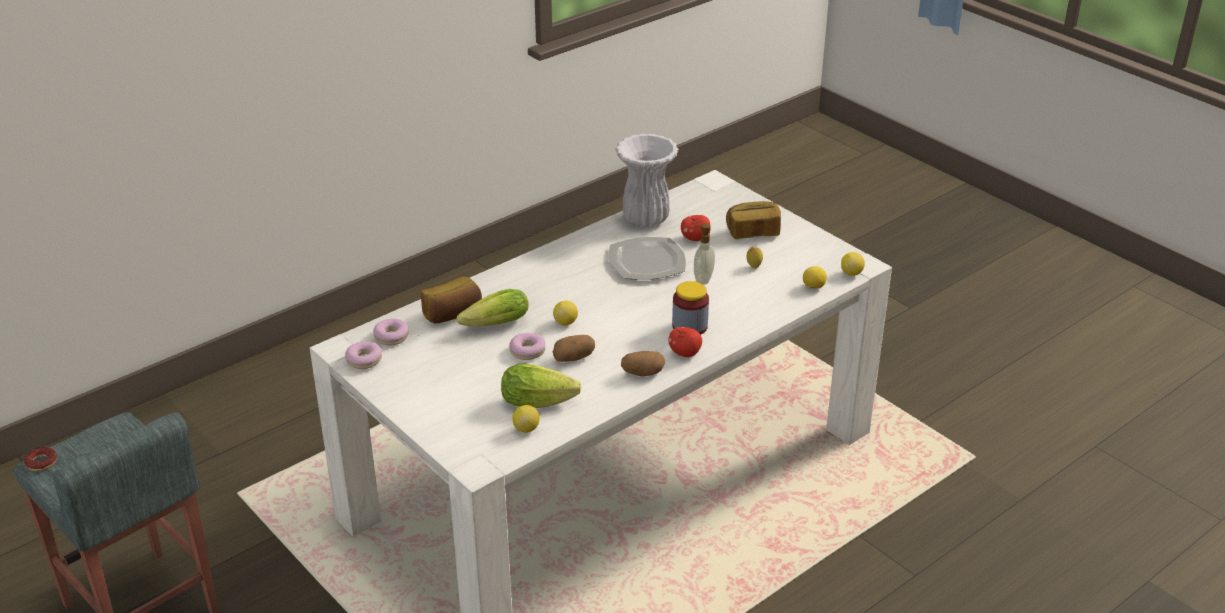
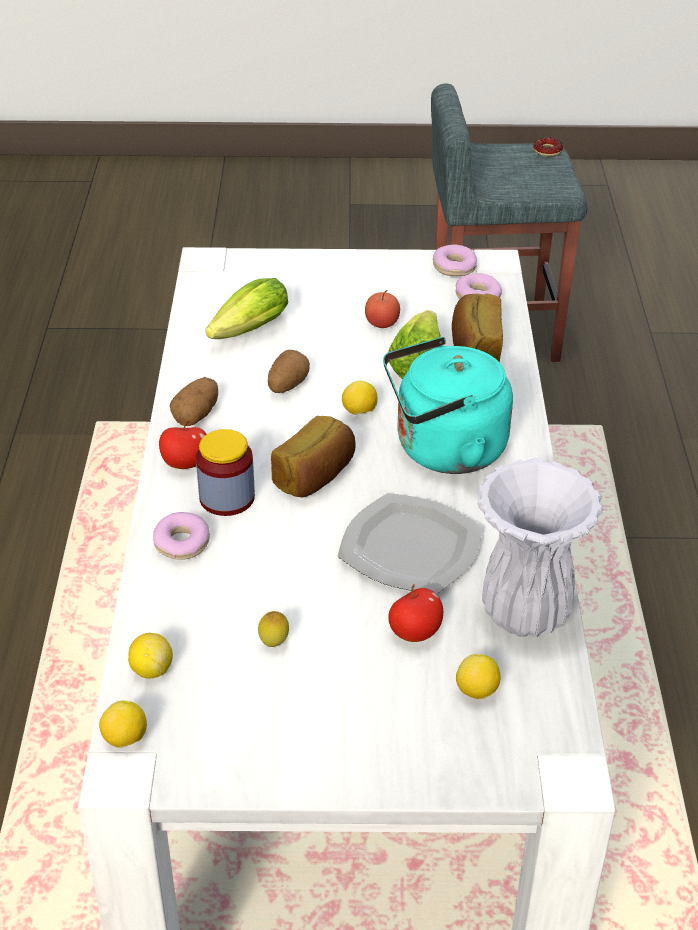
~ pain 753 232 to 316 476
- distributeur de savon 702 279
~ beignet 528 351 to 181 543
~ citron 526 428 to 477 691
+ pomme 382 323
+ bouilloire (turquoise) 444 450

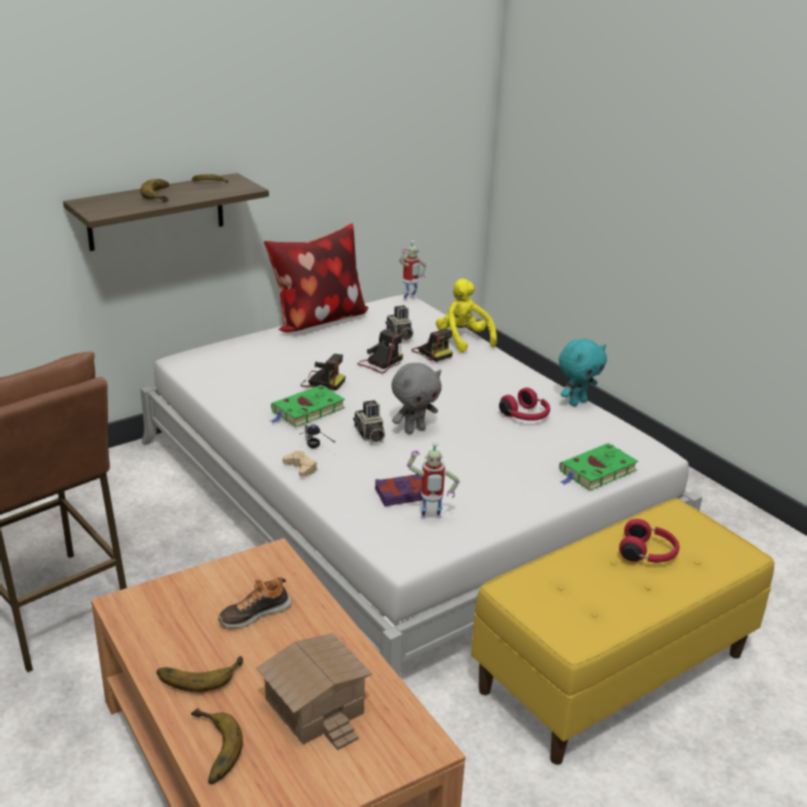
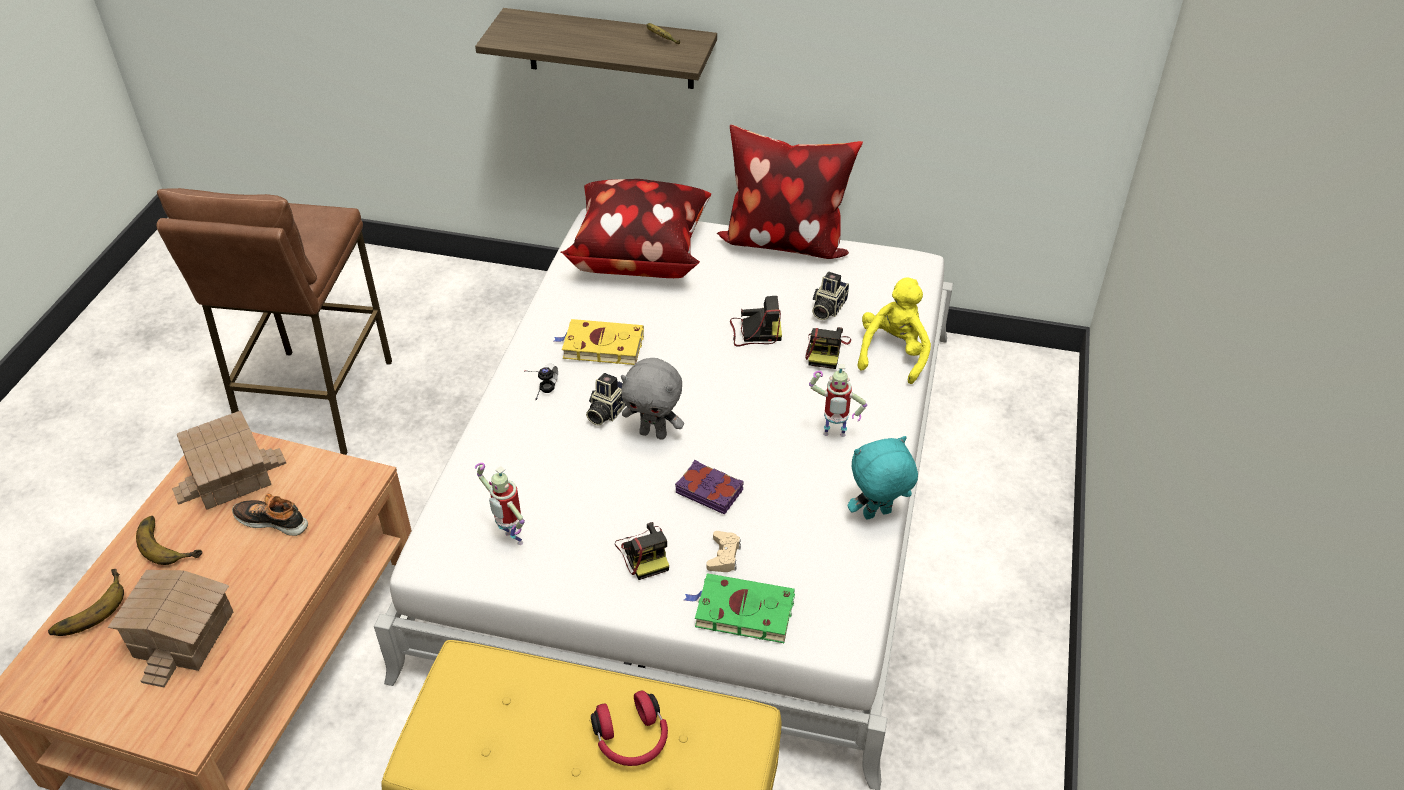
- banane 163 195
~ robot jouet 409 299 to 833 437
~ peluche (turquoise) 577 402 = 877 515 150 degrees clockwise
~ appareil photo 322 382 to 644 553
~ livre (vert) 306 410 to livre (jaune) 600 346
- casque audio (rouge) 526 416
~ manette (beige) 301 467 to 724 556
~ livre (violet) 401 494 to 709 491
+ coussin 639 255
+ maison miniature 229 475

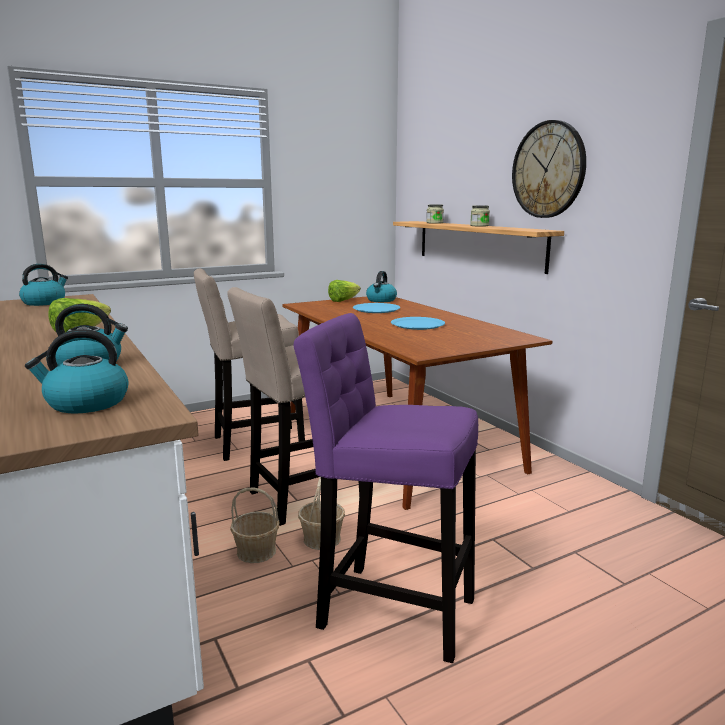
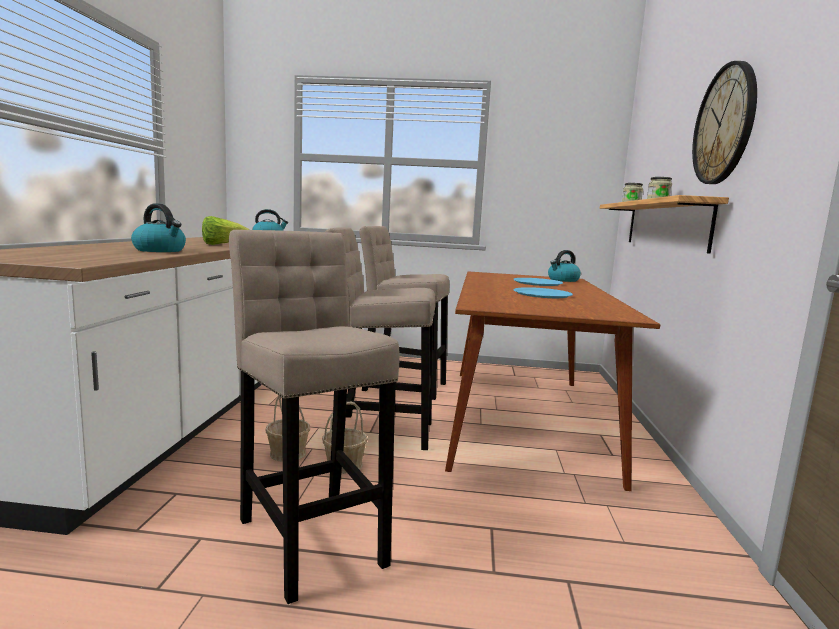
- laitue 343 301
~ tabouret (violet) 388 609 to tabouret (beige) 310 535
- bouilloire 86 403

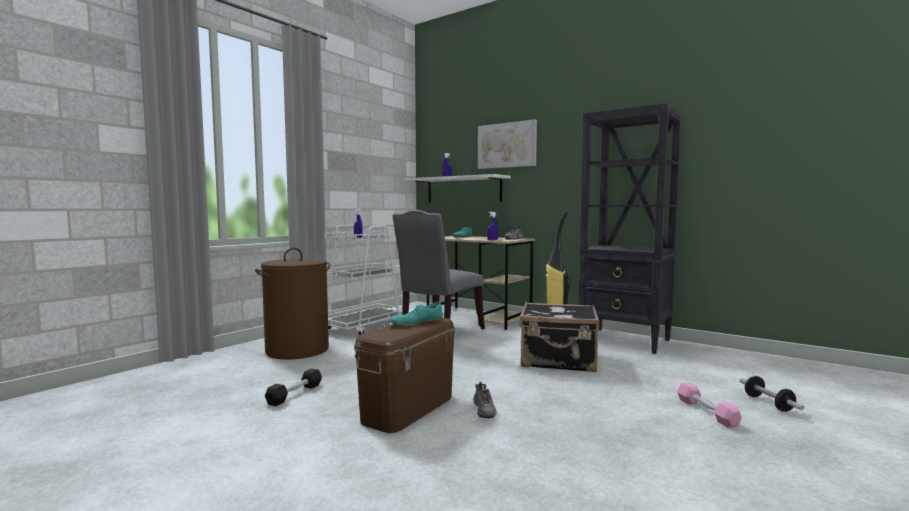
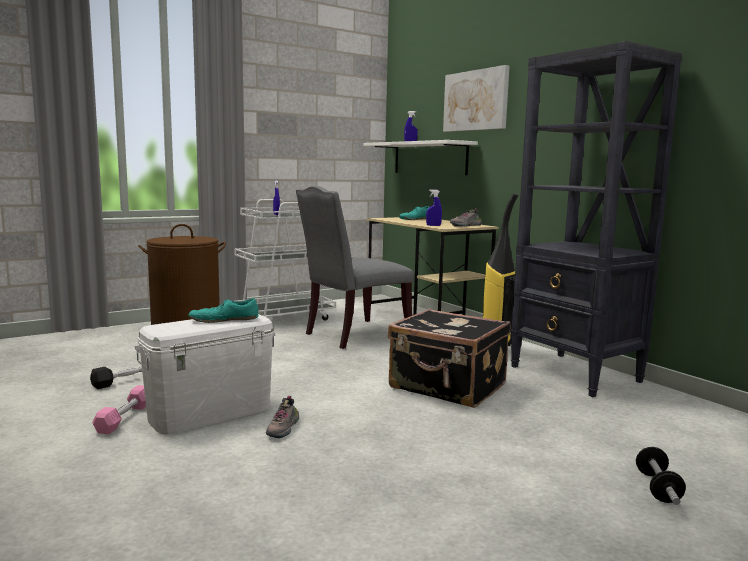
~ boîte de rangement (marron) 408 408 to boîte de rangement (blanc) 210 412
~ haltère (rose) 706 412 to 124 418

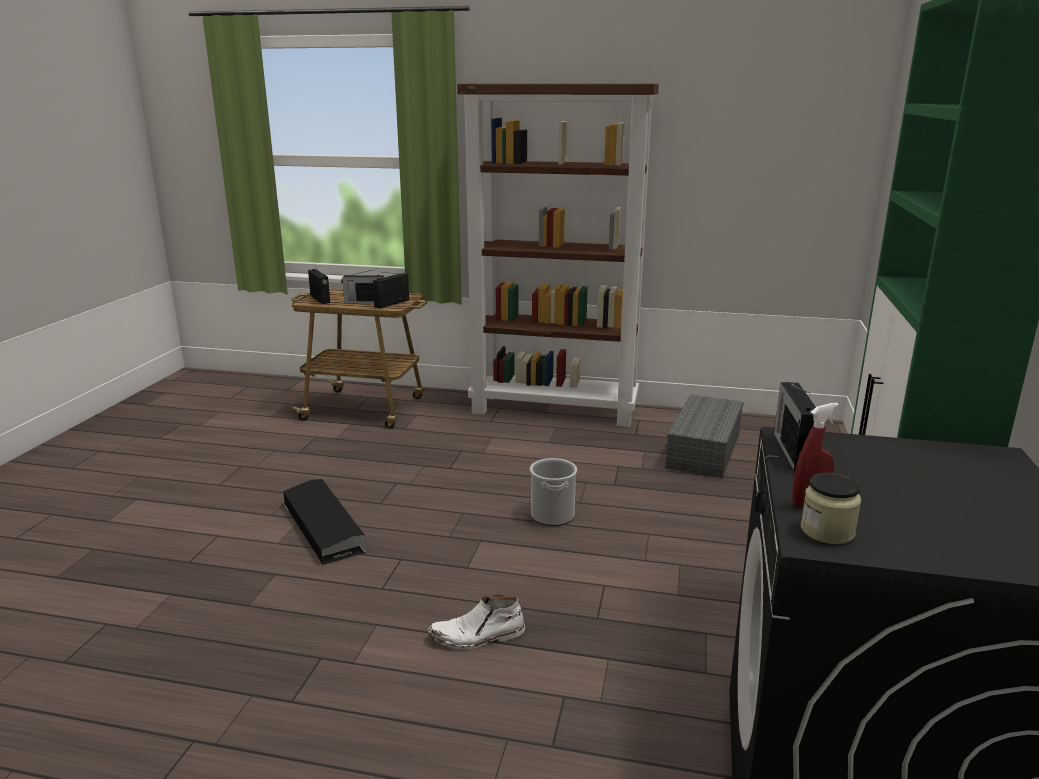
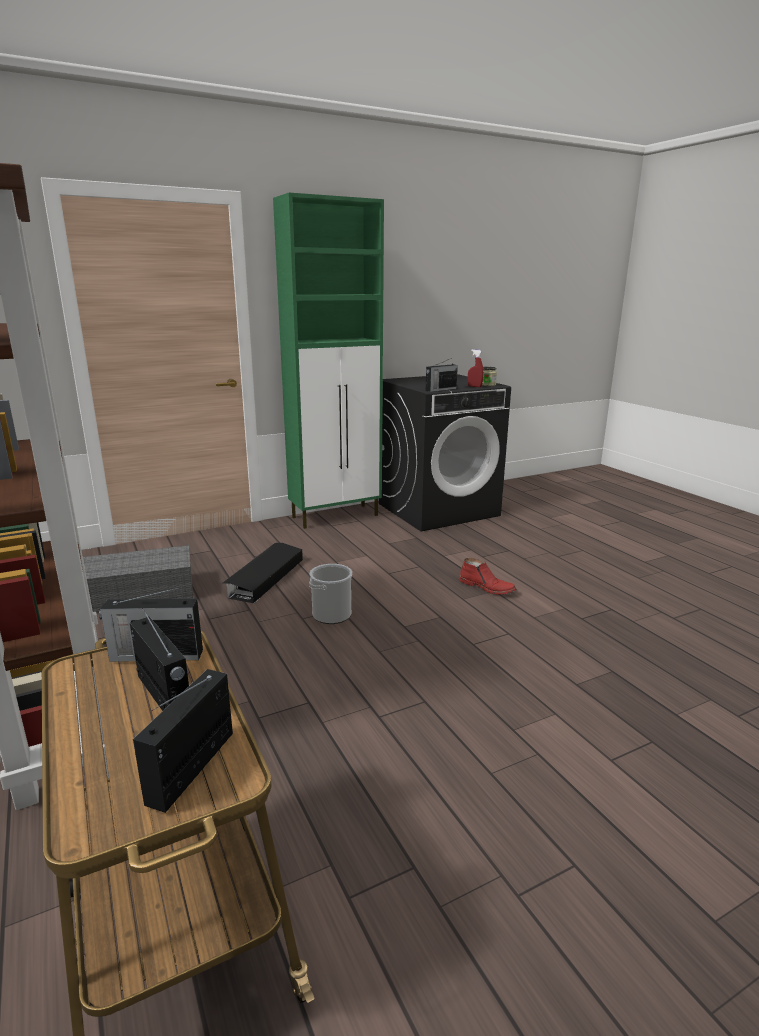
~ boîte de rangement (noir) 323 527 to 265 578
~ botte (blanc) 477 636 to botte (rouge) 487 587

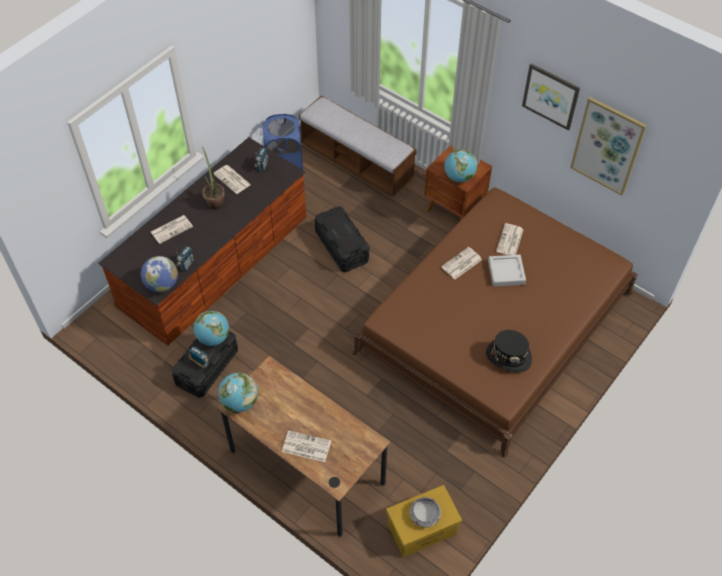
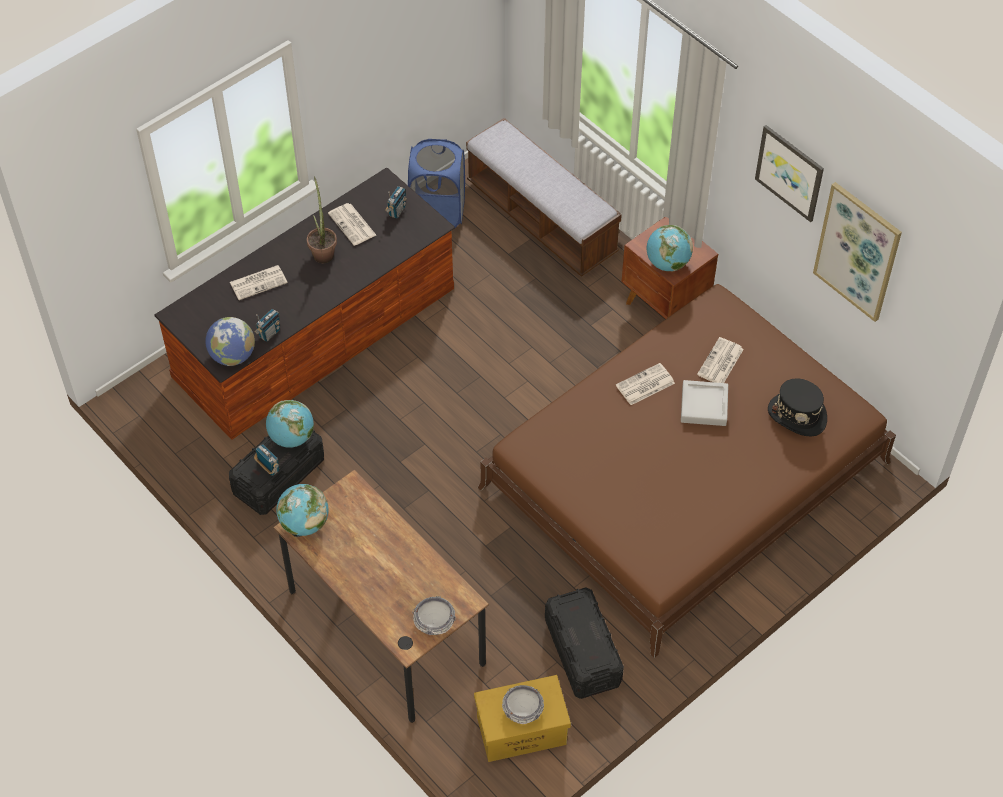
~ boîte de rangement (noir) 342 246 to 582 652
~ chapeau (noir) 508 356 to 797 415
- journal 305 446
+ bol 434 621

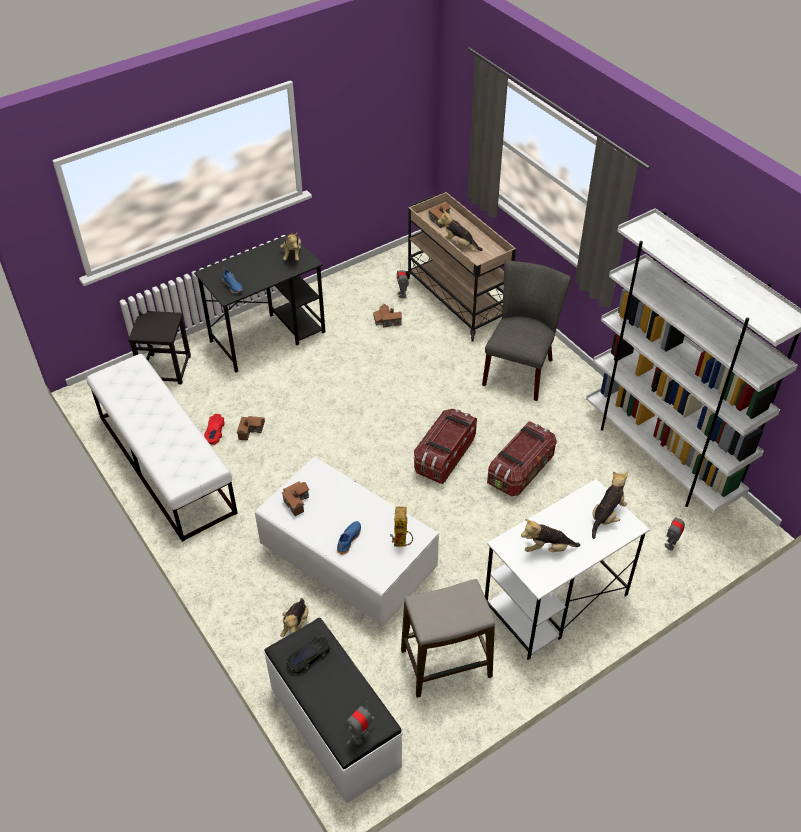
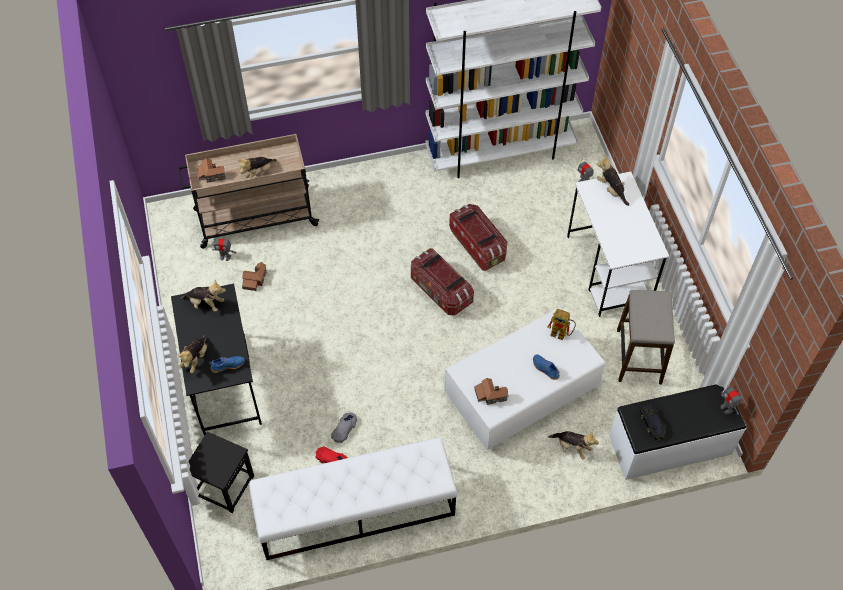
- chaise (gris) 520 369
~ maison miniature 251 430 to petite voiture (gris) 344 428
~ peluche 547 548 to 195 359

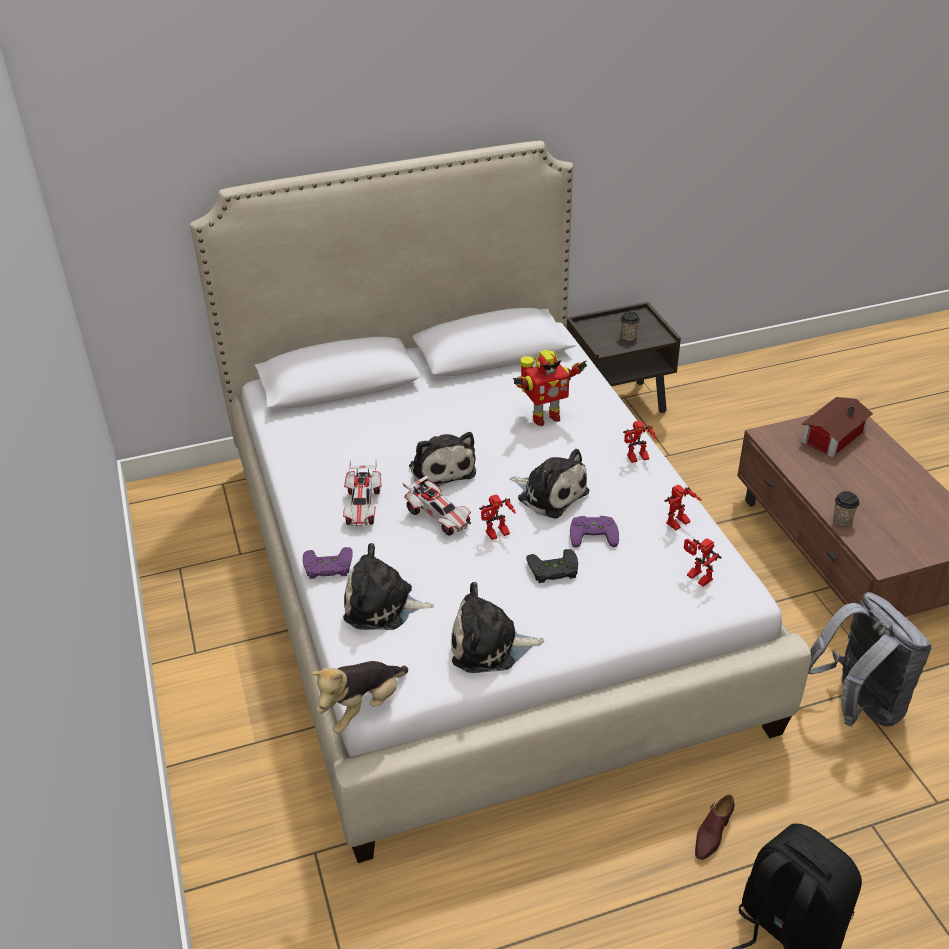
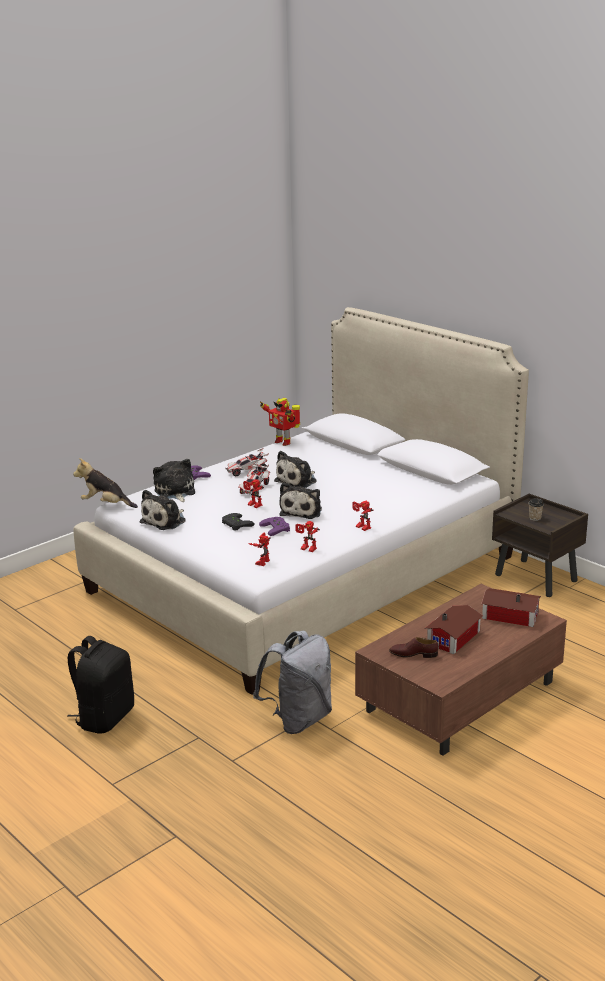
~ robot jouet 544 418 to 283 442
- tasse 842 520
~ peluche 489 646 = 165 521 120 degrees counterclockwise
~ chaussure (marron) 712 833 to 413 654
+ maison miniature 455 637

